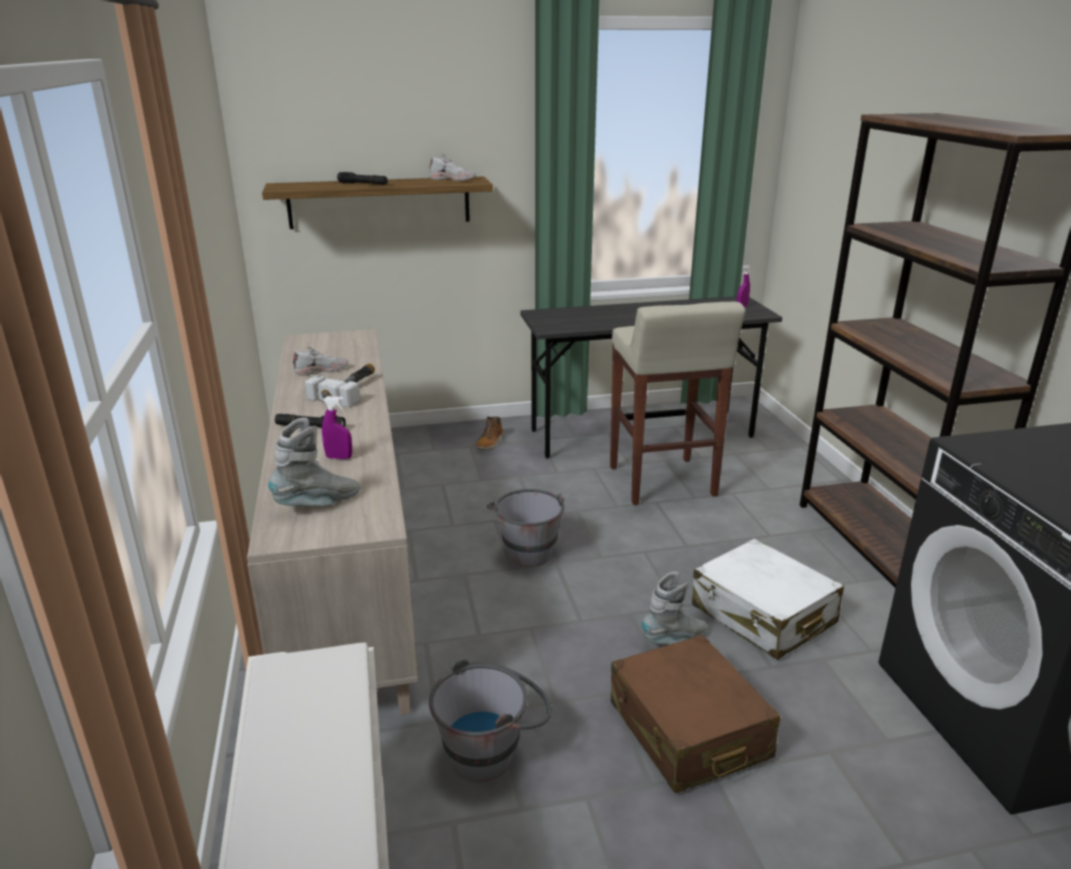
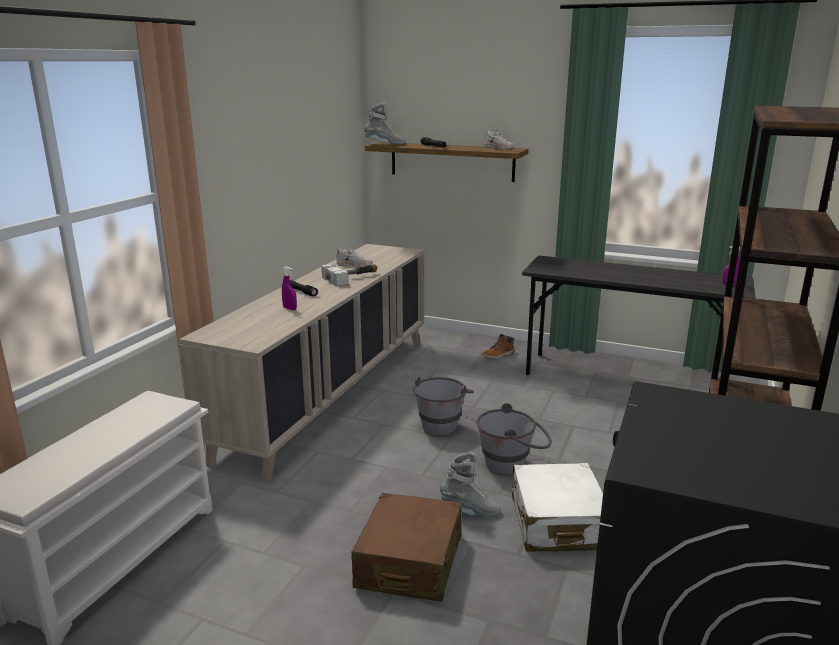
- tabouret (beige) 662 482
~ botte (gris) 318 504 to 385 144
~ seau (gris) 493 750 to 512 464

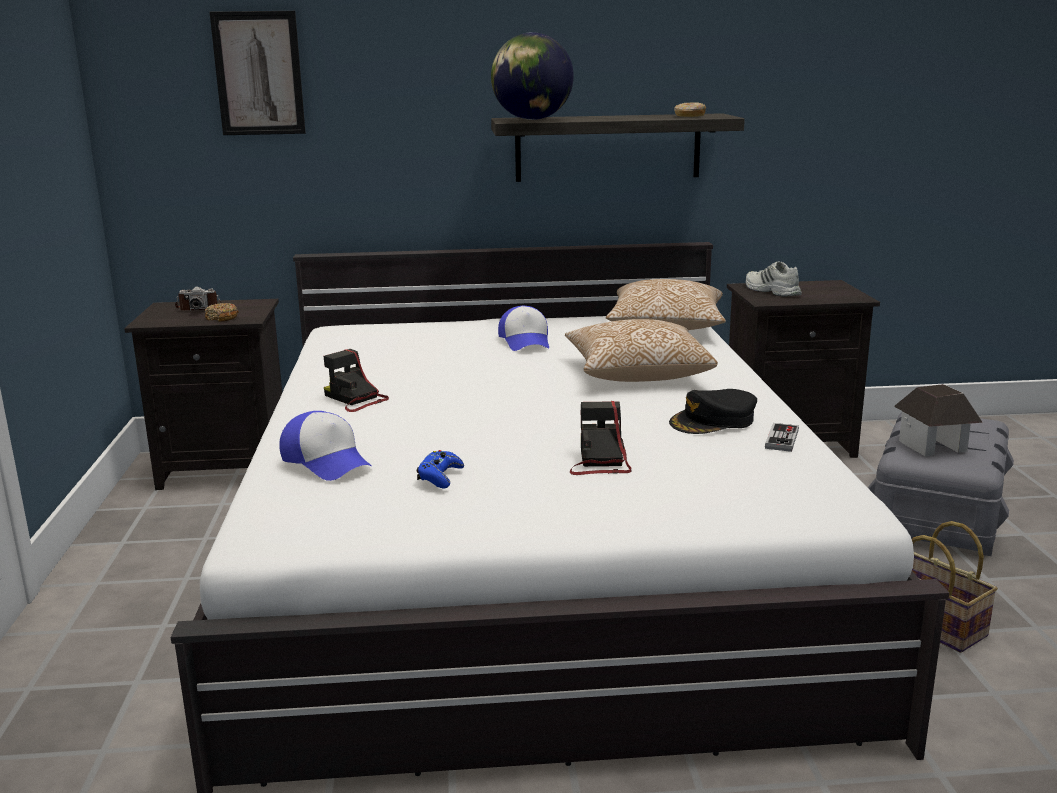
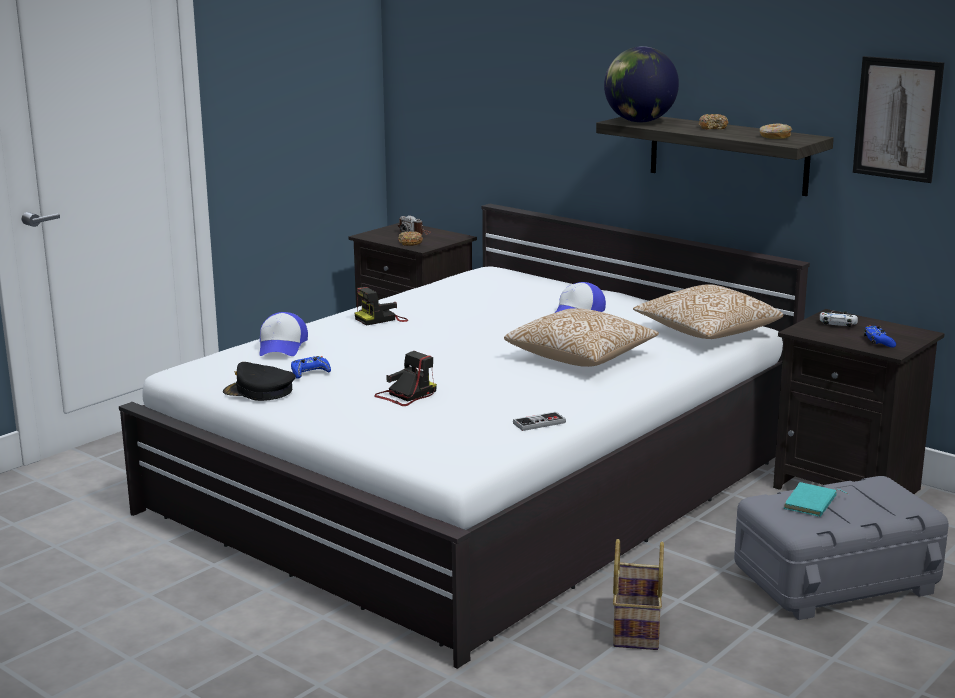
~ tableau 258 73 to 897 119
~ chaussure (blanc) 770 291 to manette (blanc) 837 324
~ appareil photo 355 399 = 381 319 120 degrees counterclockwise
~ maison miniature 932 446 to livre (turquoise) 812 503
~ casquette (noir) 713 421 to 259 391
+ beignet 713 127
+ manette (bleu) 878 342

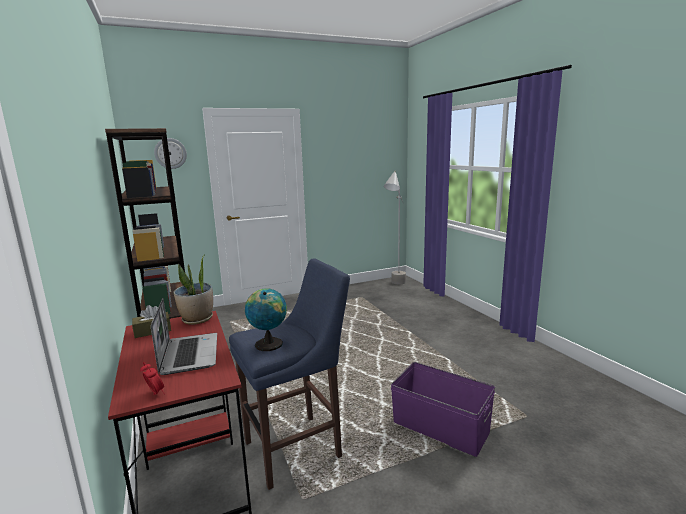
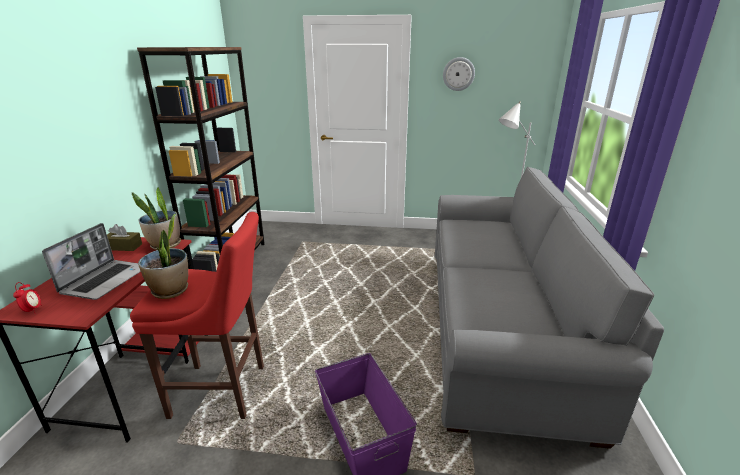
~ horloge murale 170 153 to 458 74
~ tabouret (bleu) 297 448 to tabouret (rouge) 224 391
~ globe 268 343 to plante en pot 171 291
+ canapé (gris) 499 326

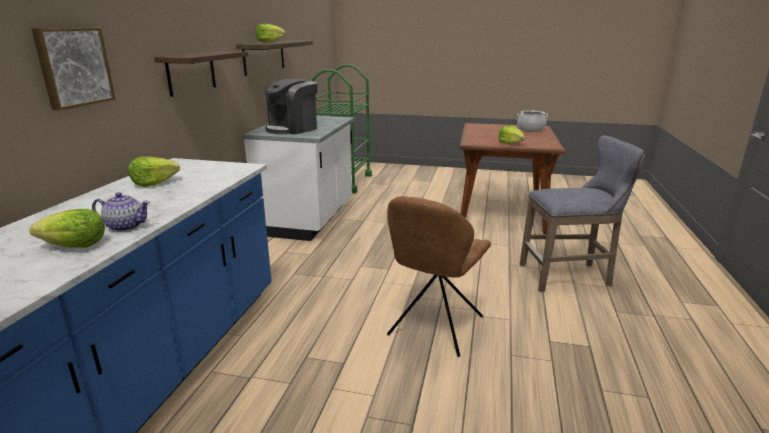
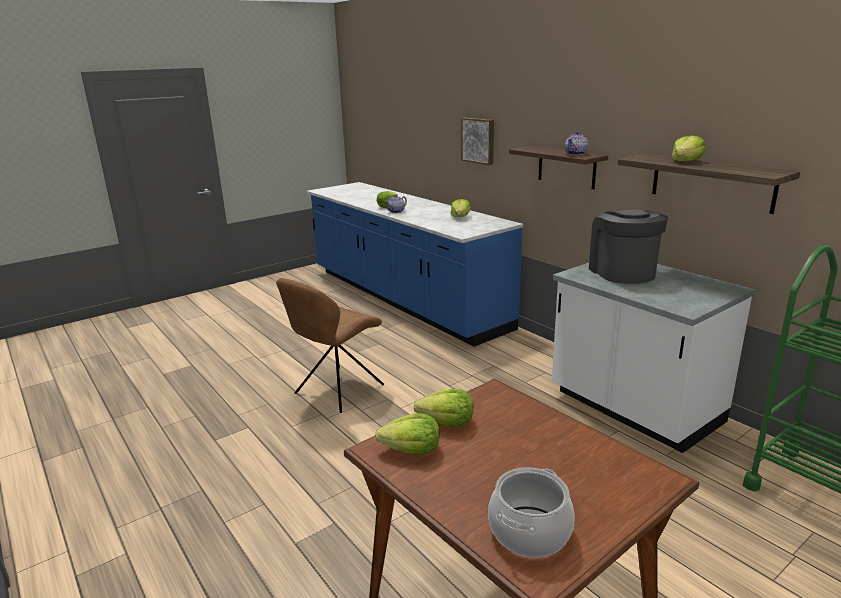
- tabouret (gris) 570 276
~ chaise (marron) 434 328 = 337 391 120 degrees counterclockwise
+ théière 576 154
+ laitue 412 450

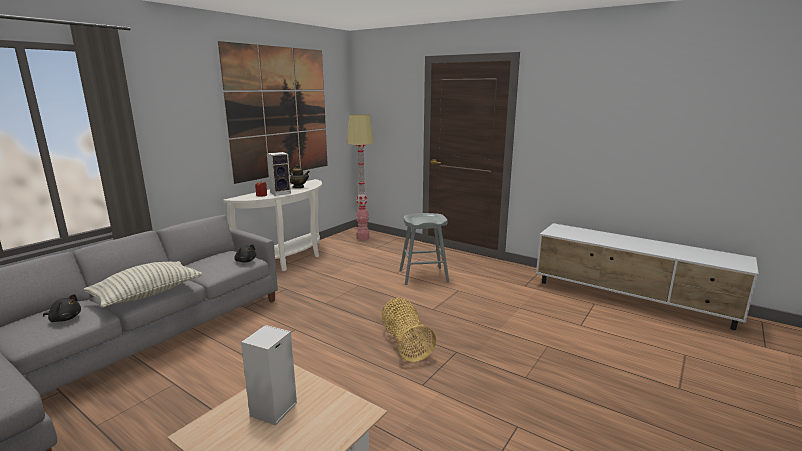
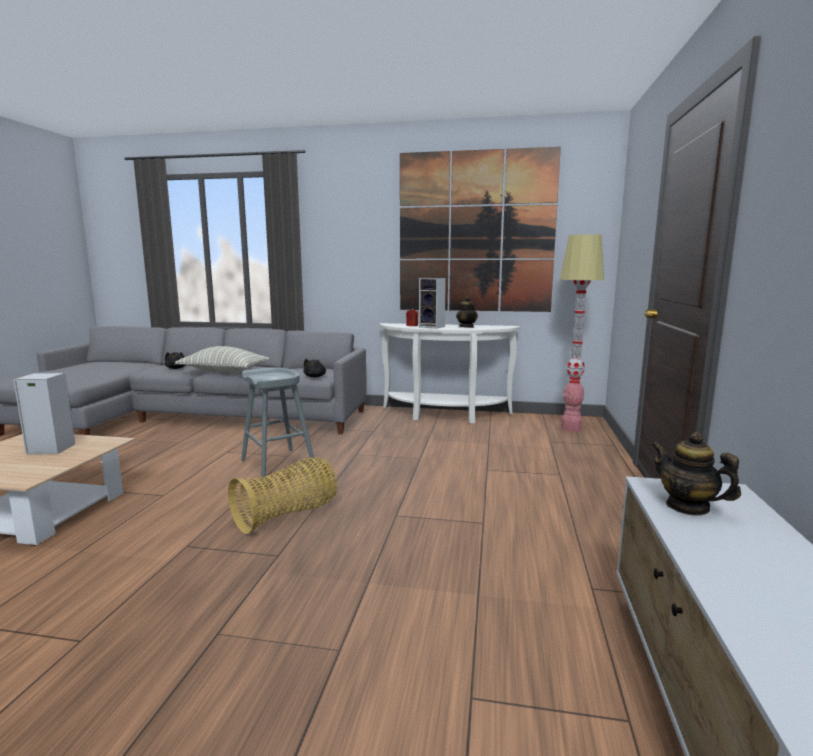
~ tabouret (gris) 423 276 to 278 464
+ théière 687 507

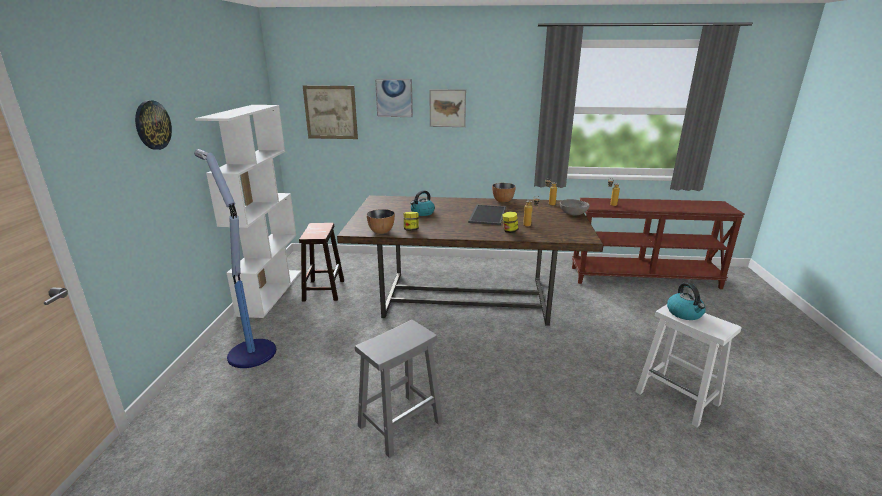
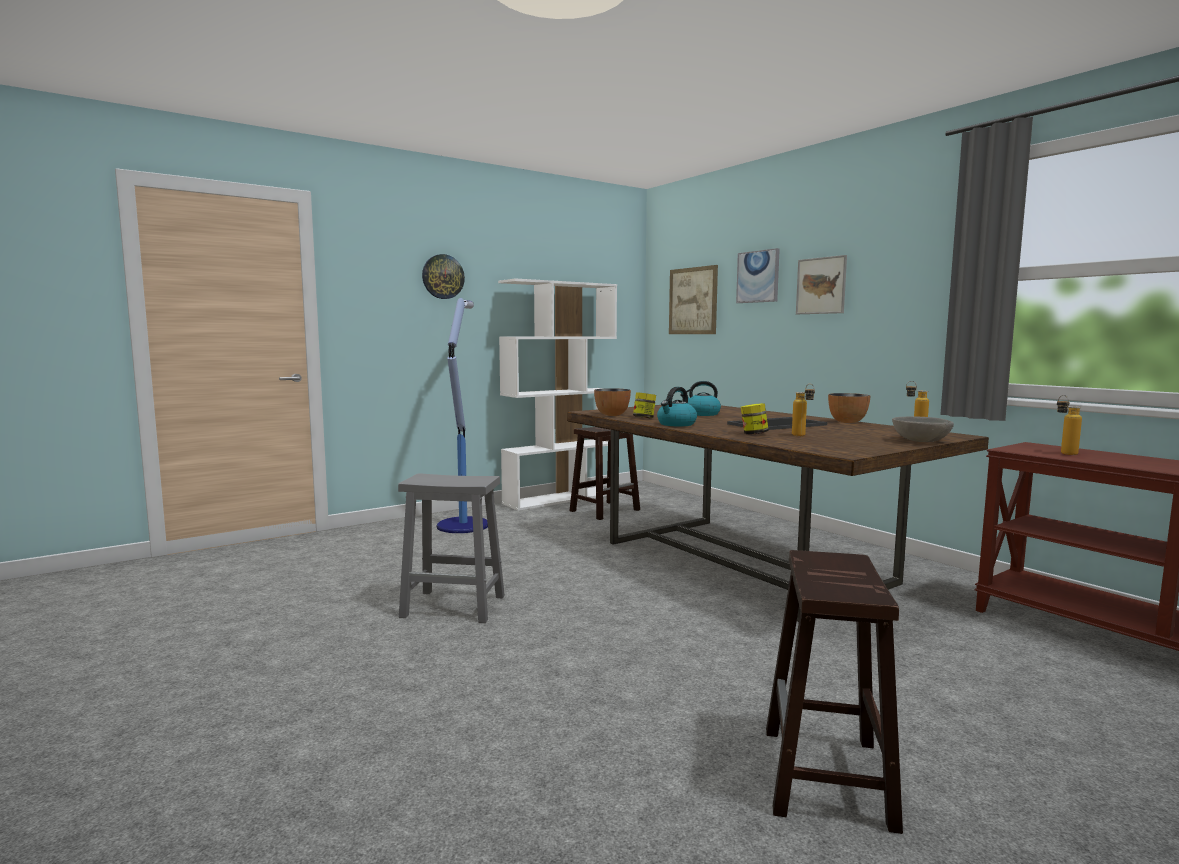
~ bouilloire 685 313 to 676 424
~ tabouret (blanc) 678 399 to tabouret (marron) 827 778

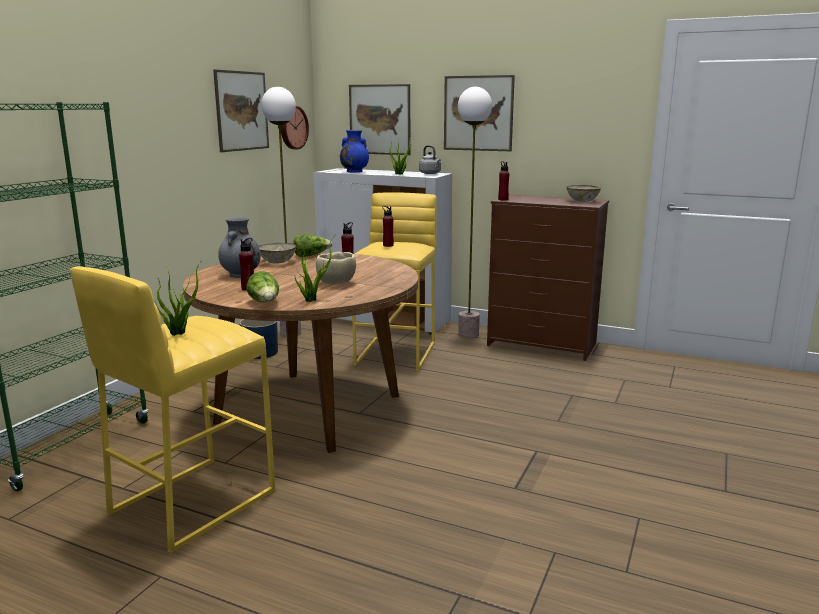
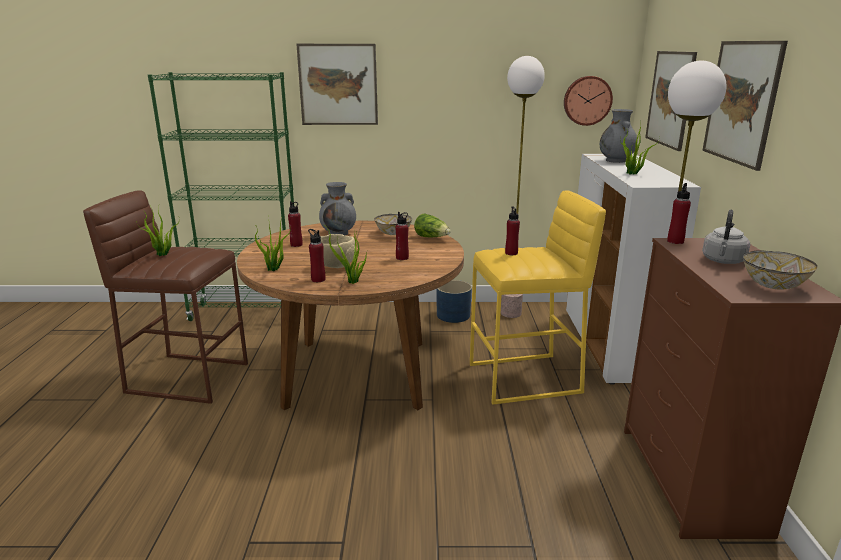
~ tableau 242 111 to 338 85
~ vase (bleu) 355 171 to vase (gris) 616 161
~ bouilloire (gris) 430 173 to 723 261
~ tabouret (jaune) 191 501 to tabouret (marron) 188 377
- laitue 265 303
+ plante en pot 352 282
+ bouteille (rouge) 318 279

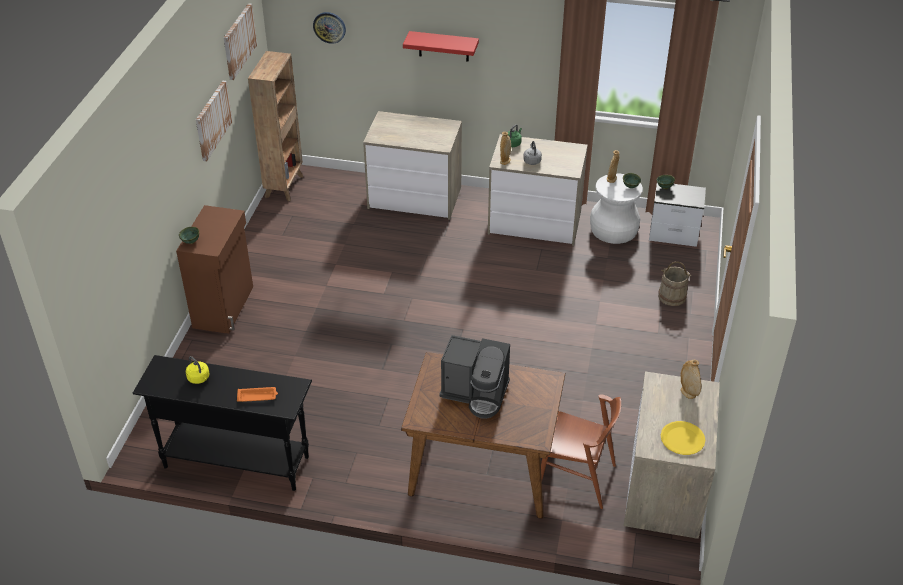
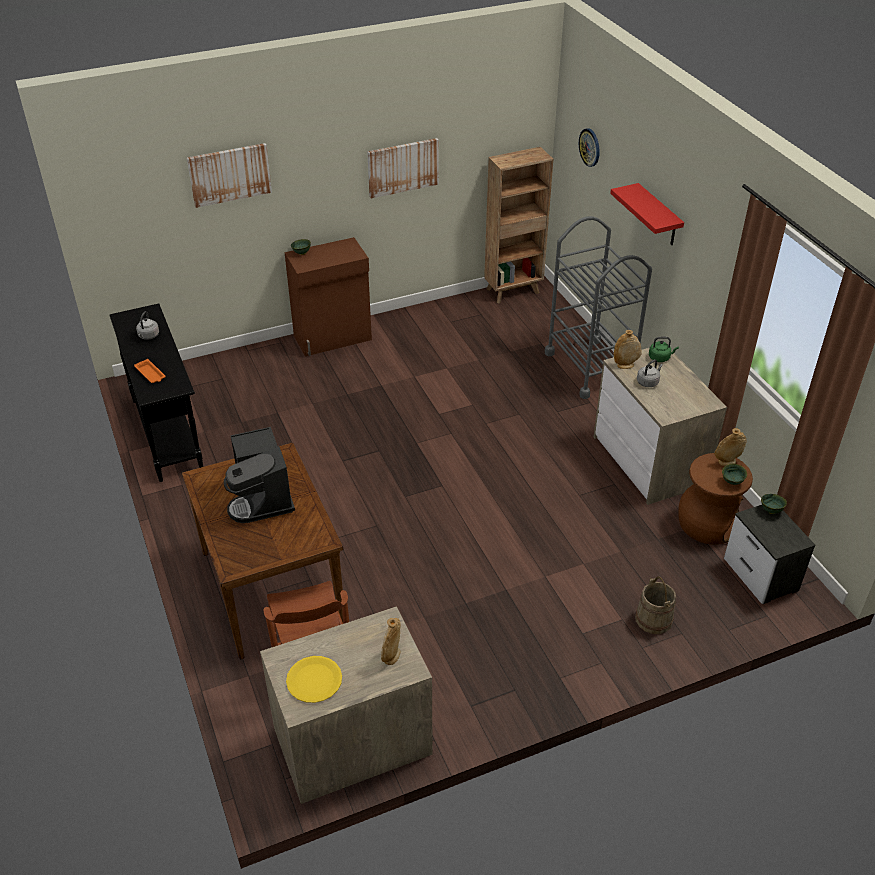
~ tableau 239 41 to 229 174
~ commode 415 197 to chariot (gris) 590 367
~ tabouret (blanc) 613 230 to tabouret (marron) 707 523
~ bouilloire (jaune) 199 378 to bouilloire (gris) 148 336

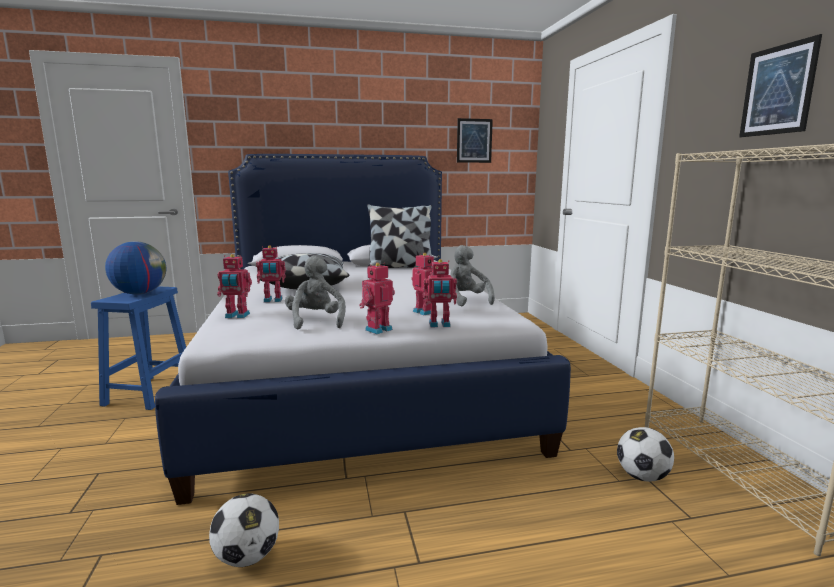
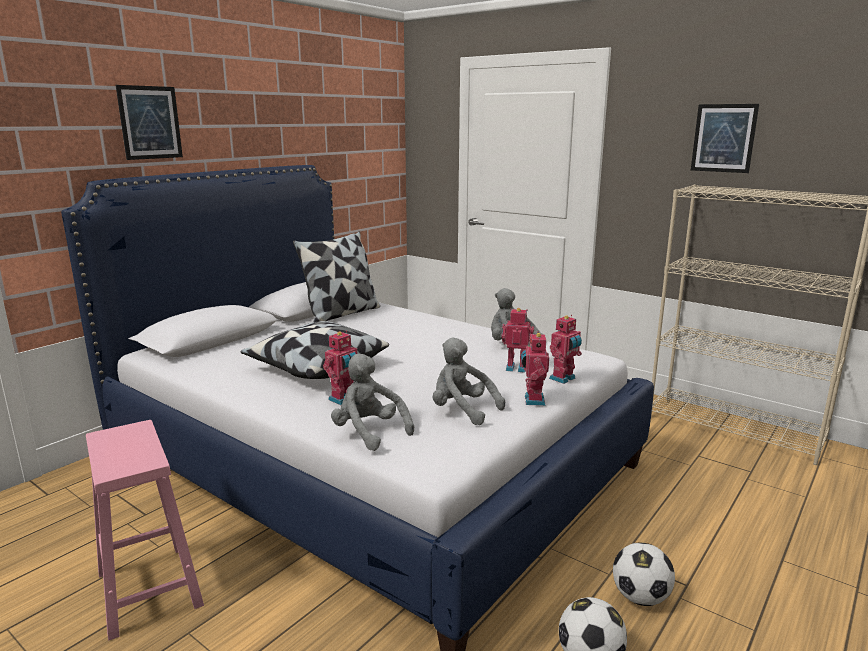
~ tableau 474 140 to 150 122
- globe 140 293
~ robot jouet 237 316 to peluche (gris) 369 432
~ tabouret (bleu) 150 392 to tabouret (rose) 148 587
~ ballon de foot 642 476 to 640 597

